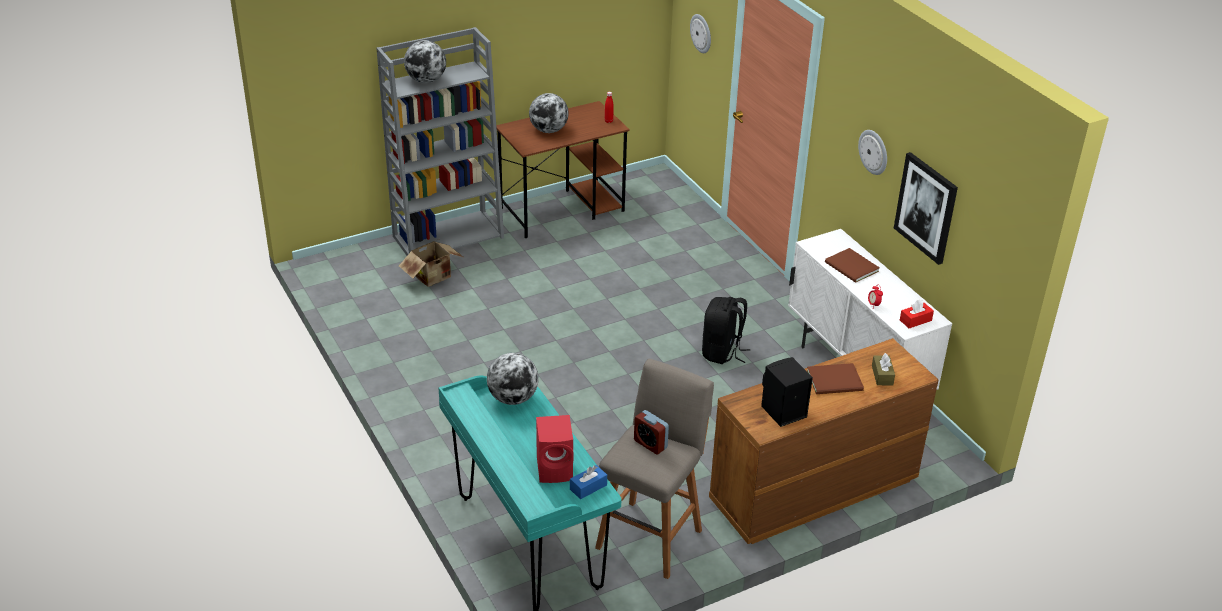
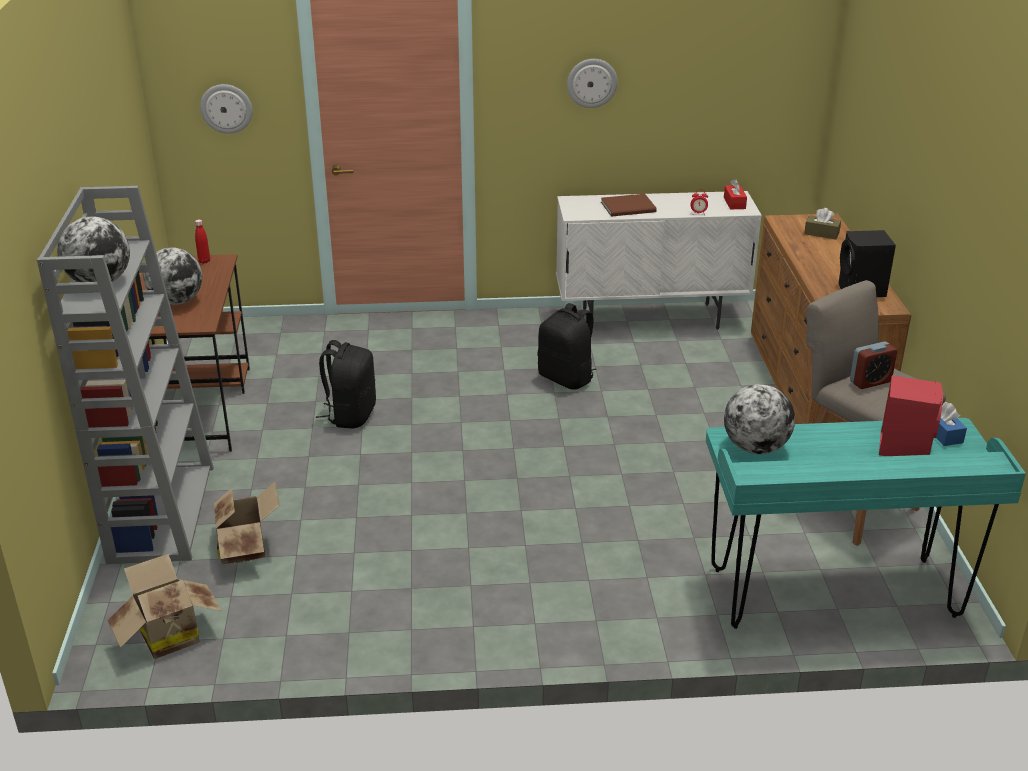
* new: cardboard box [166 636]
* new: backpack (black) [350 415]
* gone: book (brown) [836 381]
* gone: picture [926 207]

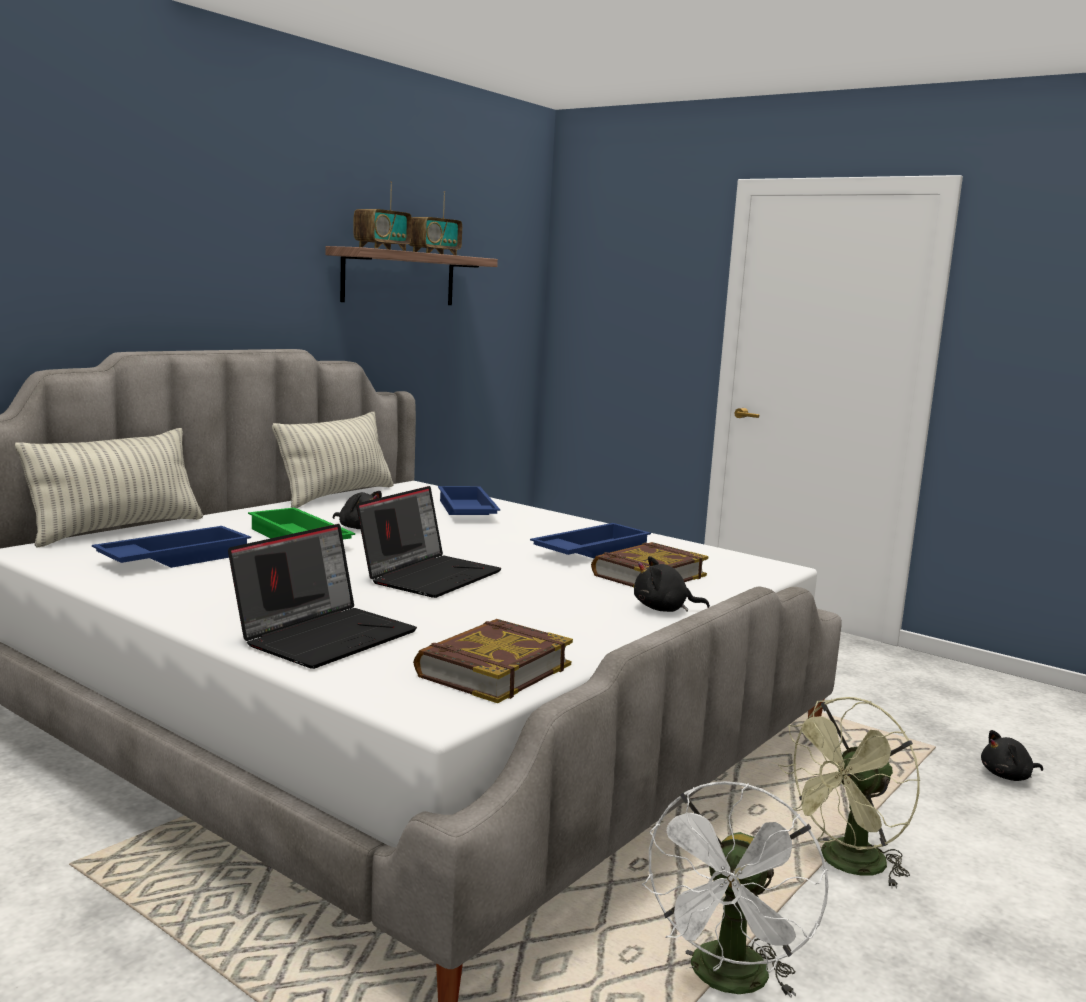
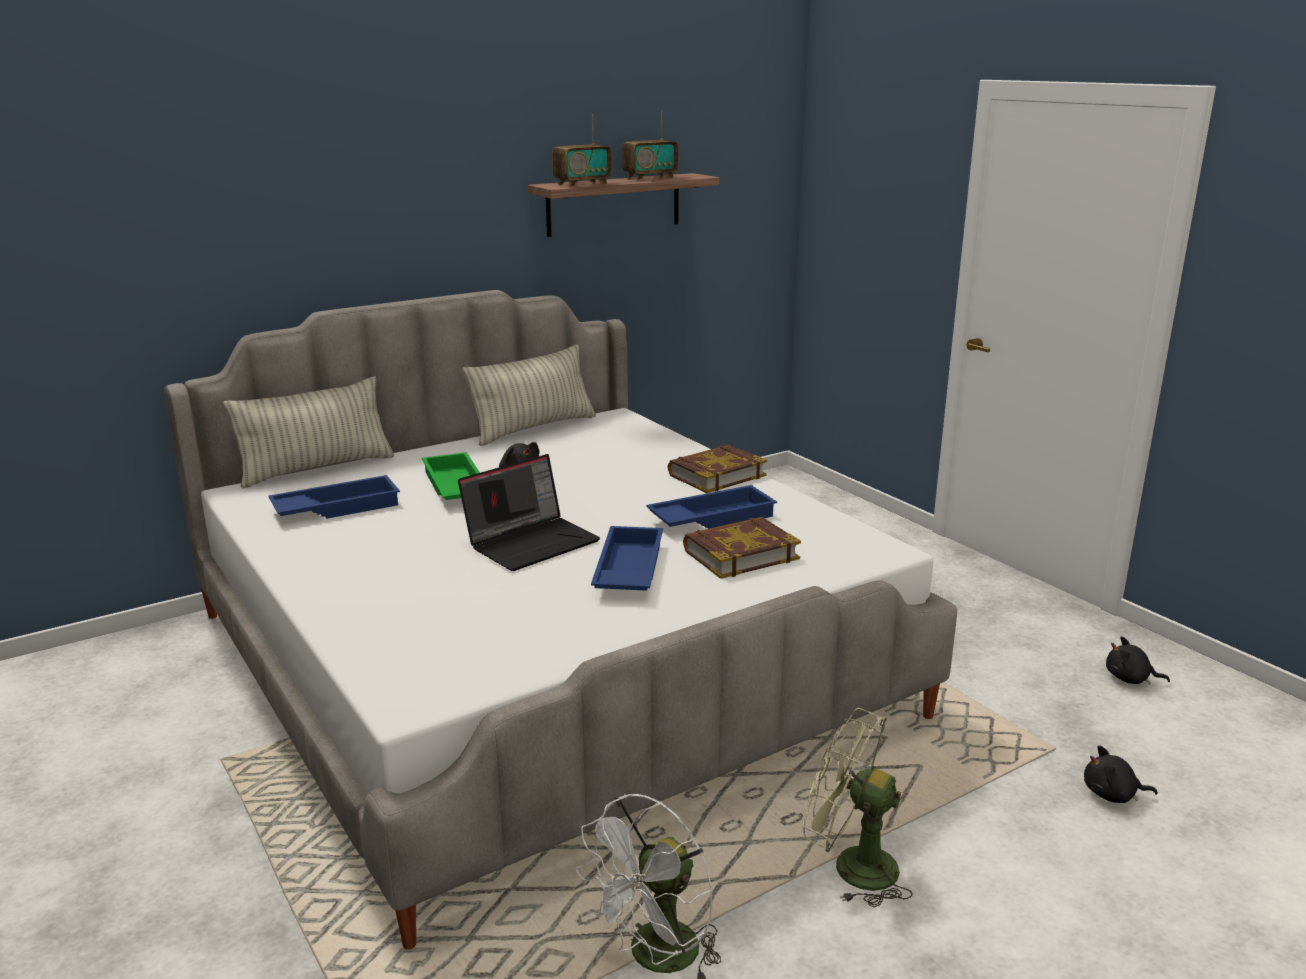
* shifted: tray (blue) [465 511] to [627 570]
* shifted: book [493 670] to [716 475]
* rotated: fan (green) [845 865] = [851 866] 45 degrees clockwise
* shifted: plush toy (black) [664 609] to [1130 679]
* gone: laptop [326 635]

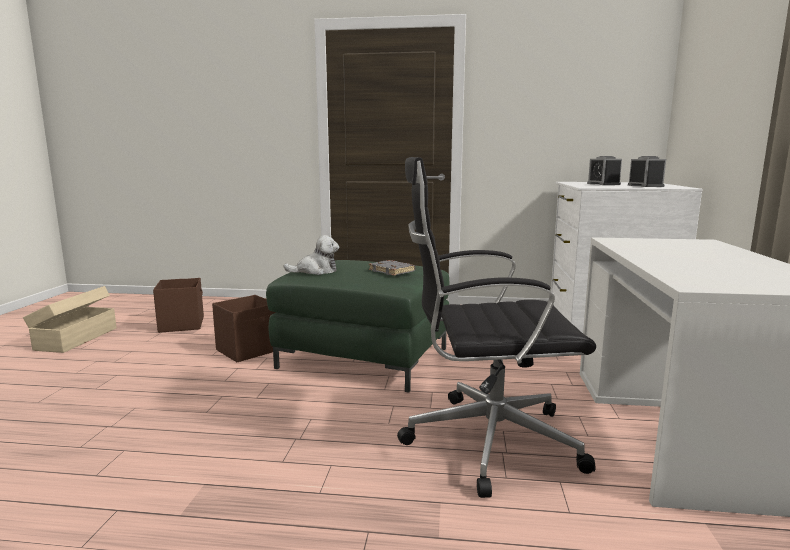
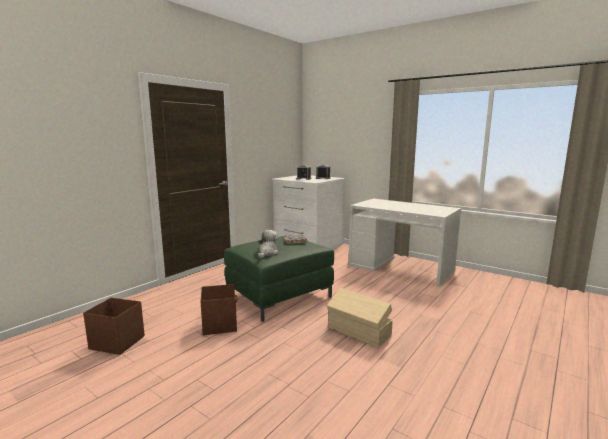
* shifted: storage box (beige) [75 339] to [359 332]
* gone: office chair (black) [486 441]

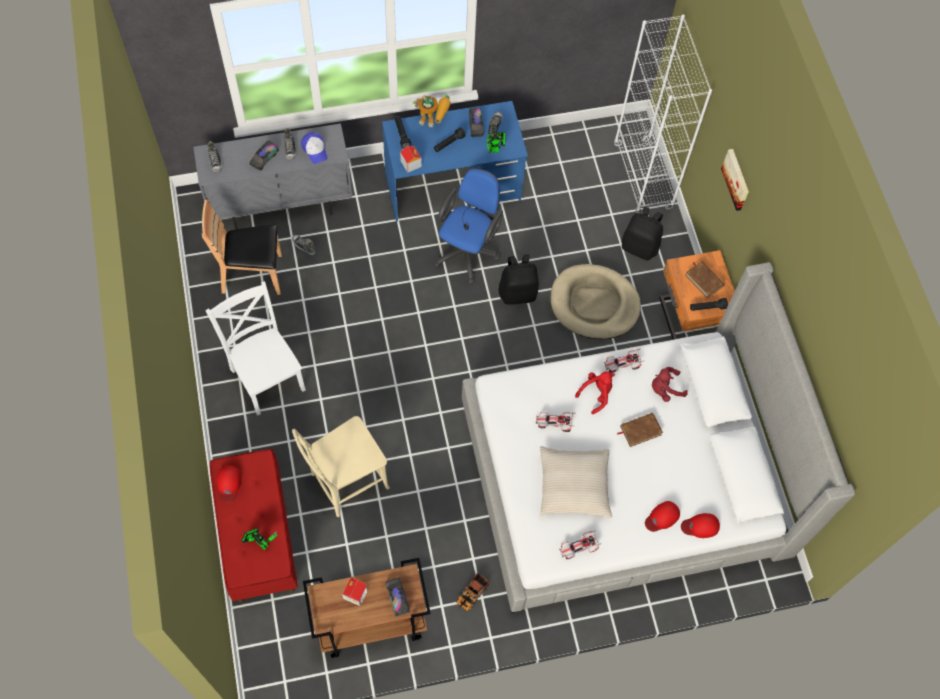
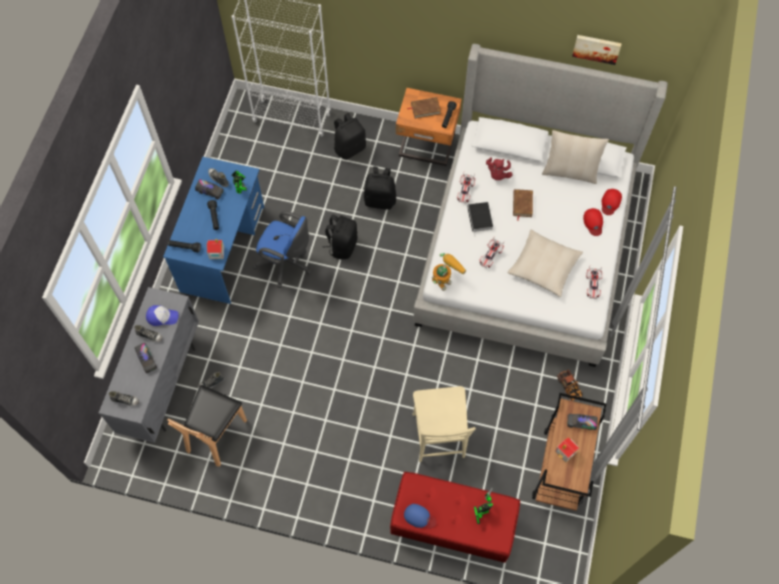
* rotated: office chair (blue) [468 251] = [286 264] 150 degrees clockwise
* swapped: dog bed (beige) [594 304] to backpack (black) [380 200]
* repainted: cap (red) [228 484] to cap (blue) [419 517]
* shifted: toy robot [433 121] to [445 278]
* swapped: plush toy (red) [596 394] to book [480 219]
* new: pillow (beige) [570 171]
* shifted: picture [737 179] to [596 48]
* gone: chair (white) [267 376]

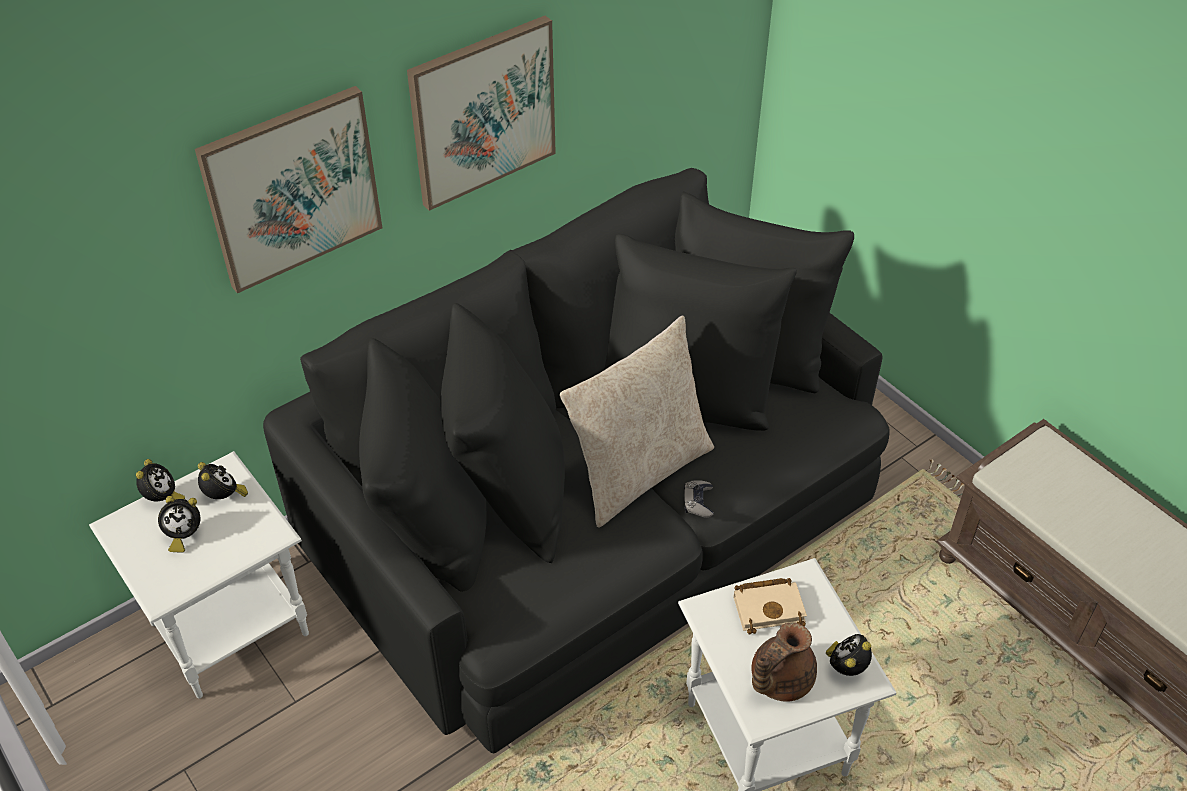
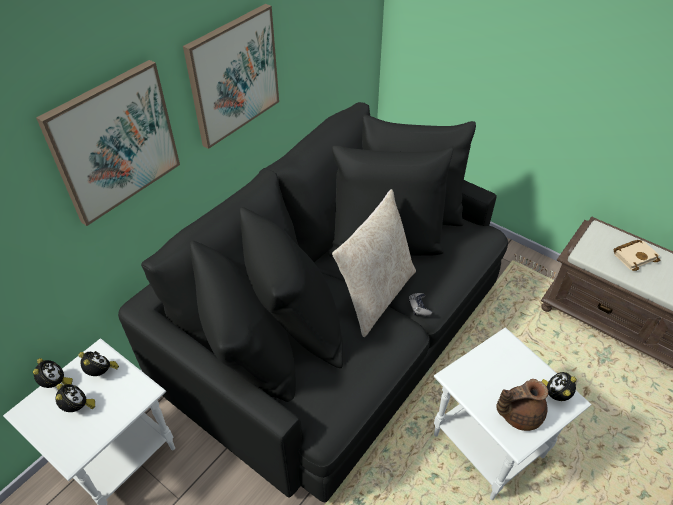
* rotated: alarm clock [183 535] = [78 407] 90 degrees counterclockwise
* rotated: teapot (brown) [778 680] = [518 414] 45 degrees clockwise
* shifted: book (beige) [770 607] to [634 256]

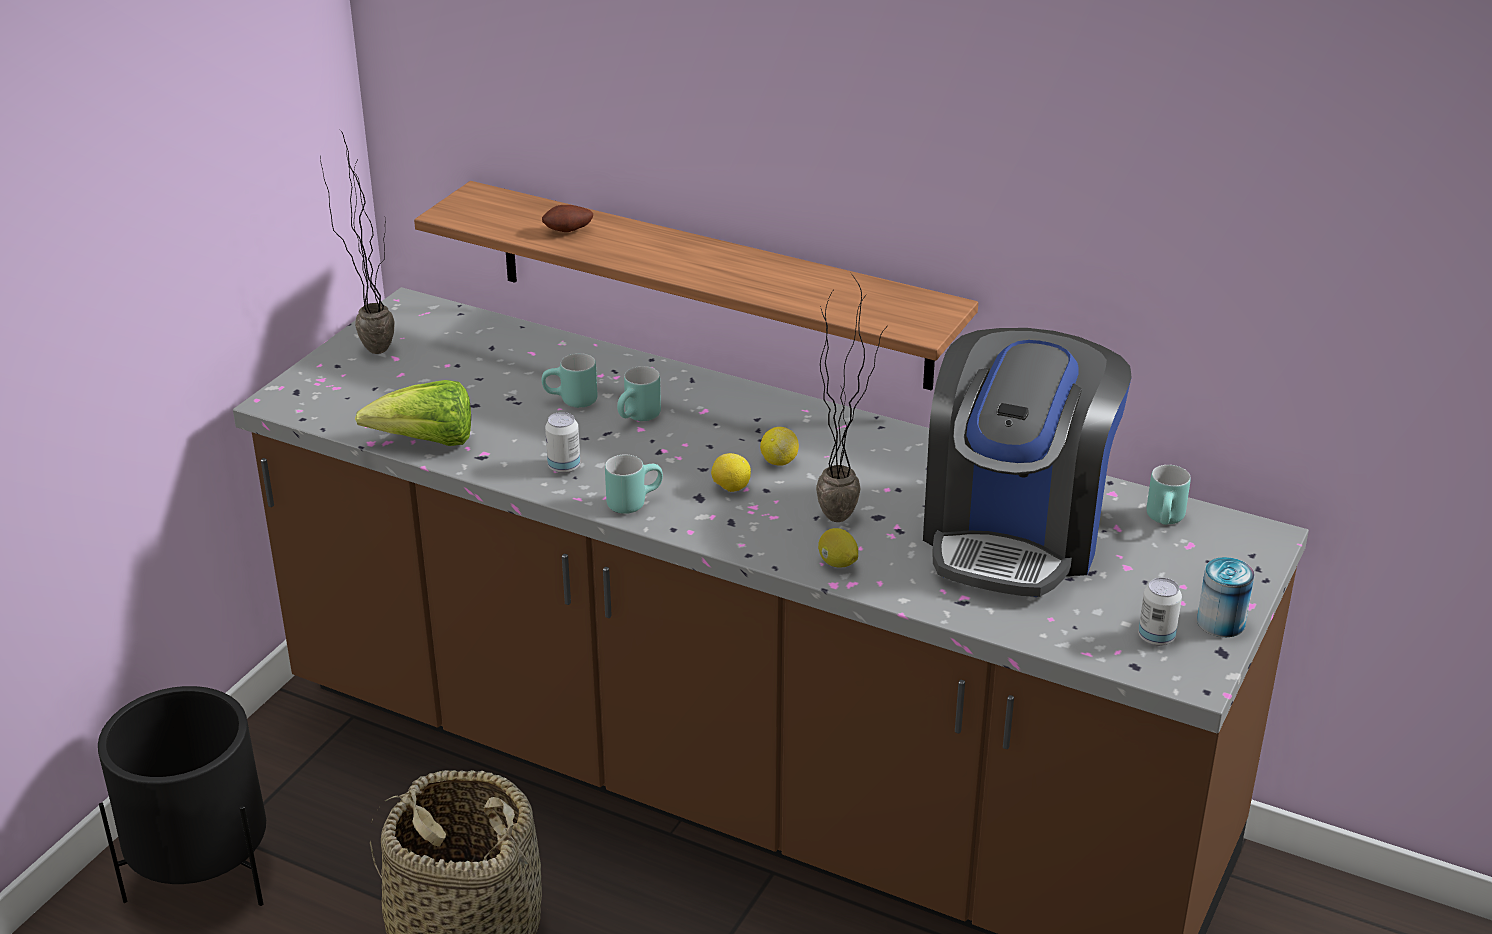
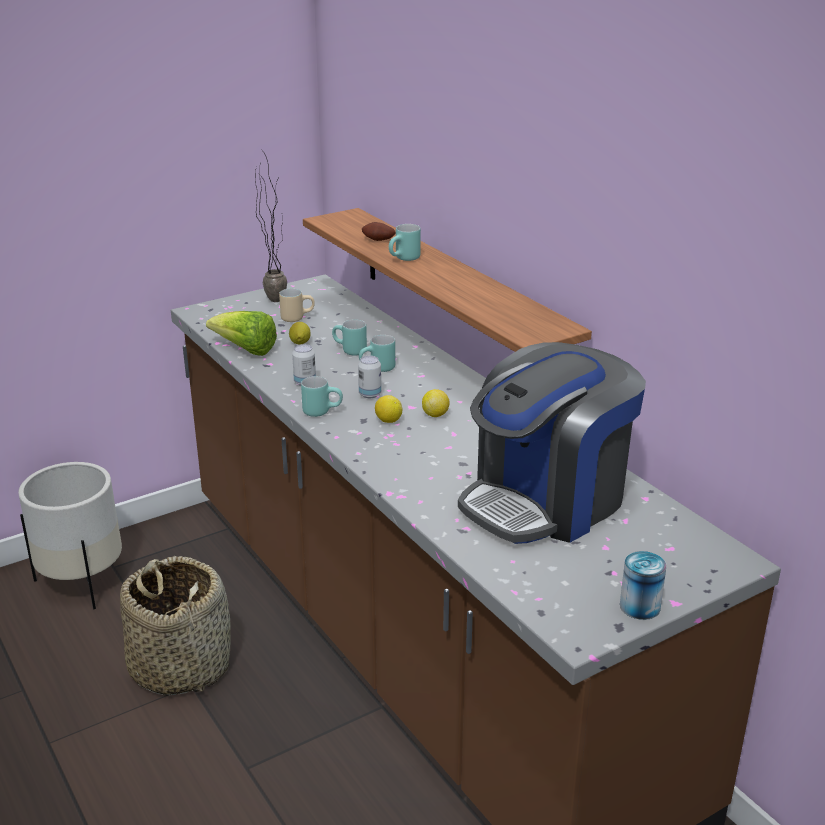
* repainted: planter (black) [203 874] to planter (white) [82 581]
* new: mug (beige) [297 317]
* shifted: lemon [838 564] to [300 343]
* shifted: can [1156 637] to [370 394]
* shifted: mug (turquoise) [1167 521] to [405 259]
* gone: potted plant [848 512]

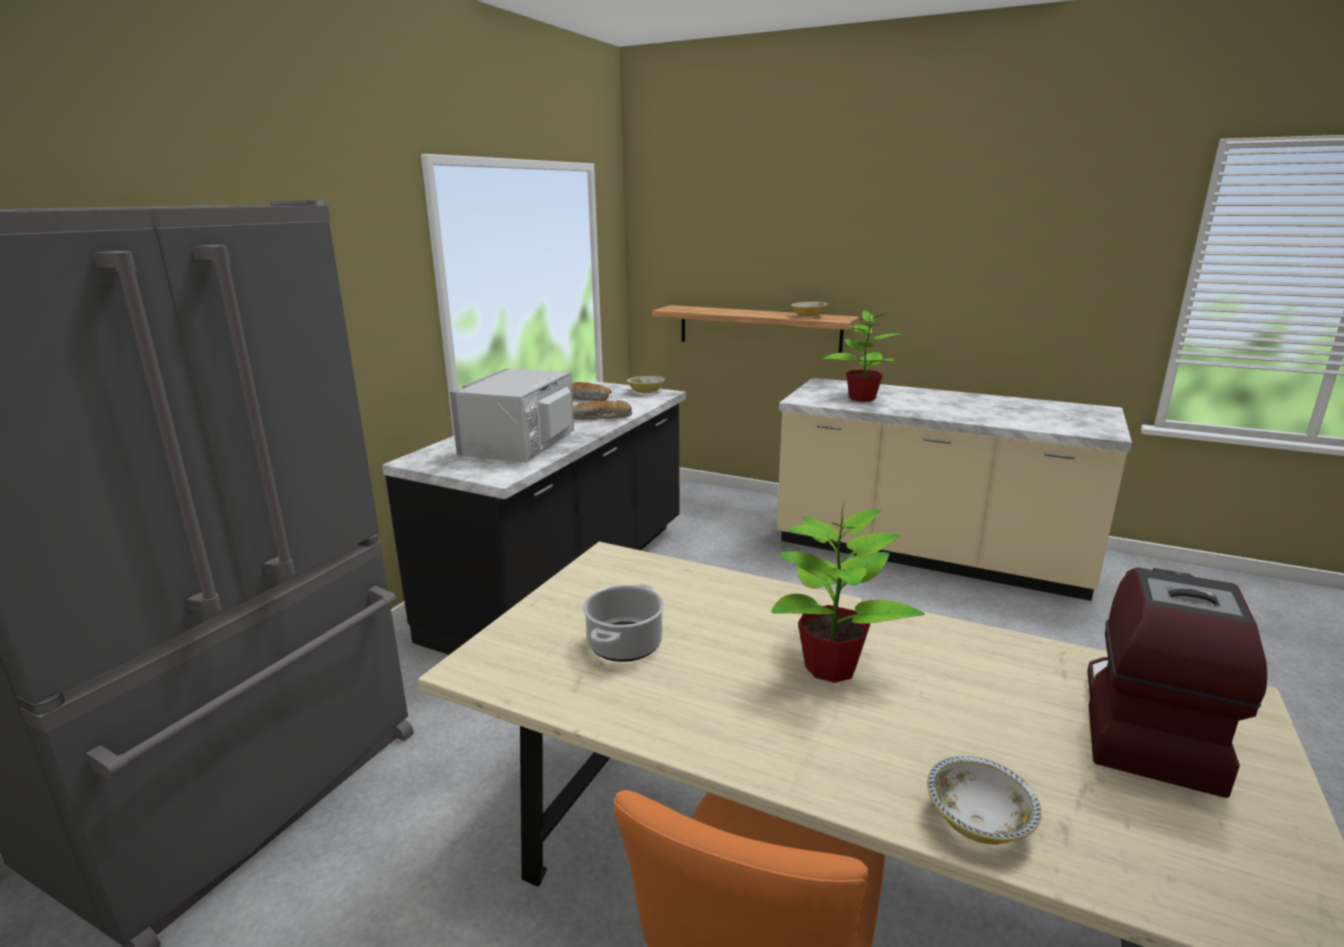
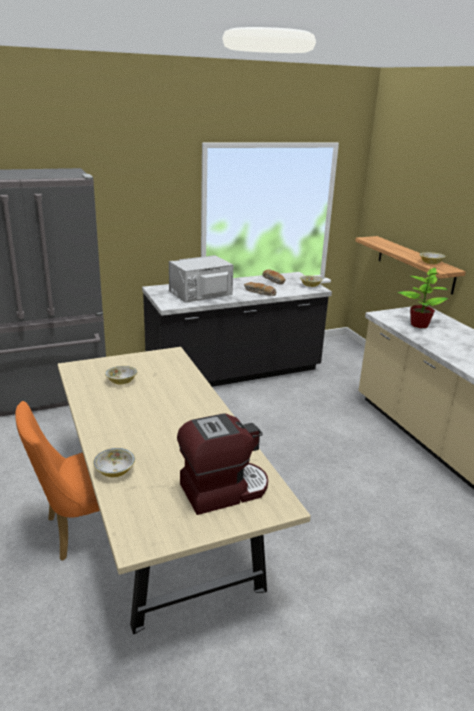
* swapped: cooking pot [625 645] to bowl [121 381]
* gone: potted plant [831 666]

